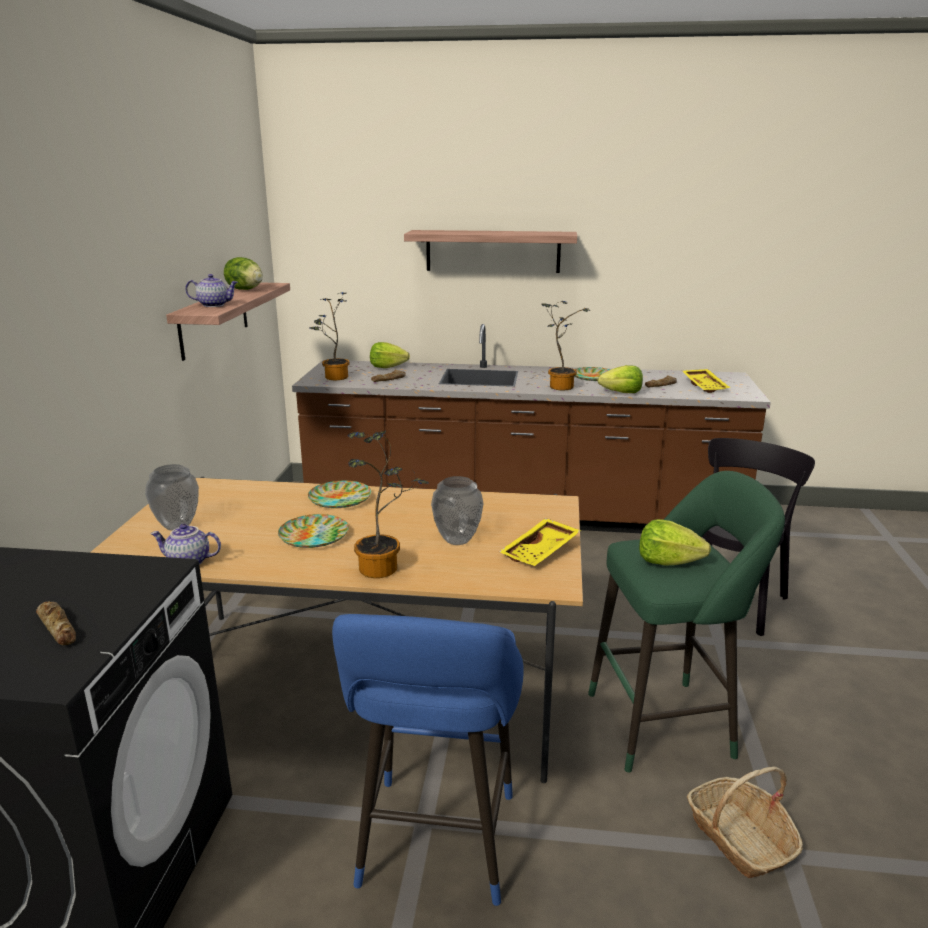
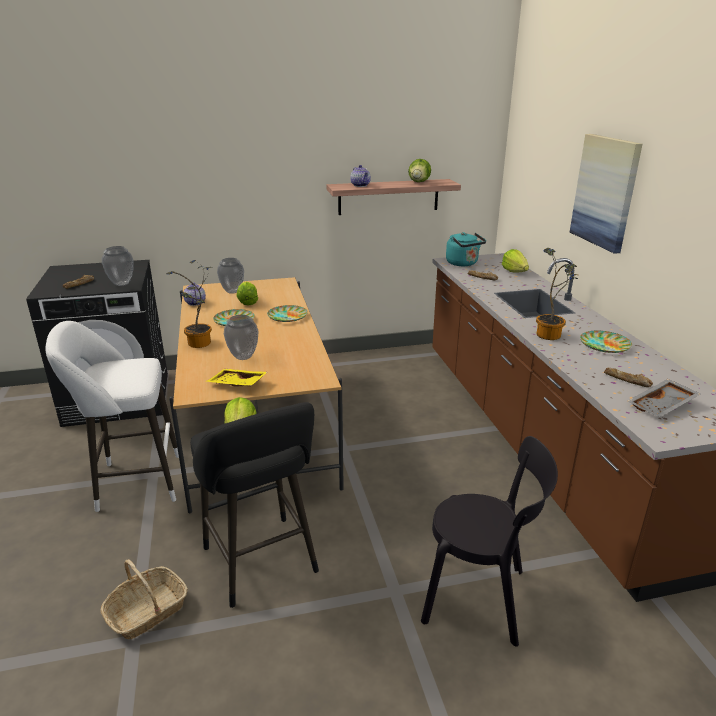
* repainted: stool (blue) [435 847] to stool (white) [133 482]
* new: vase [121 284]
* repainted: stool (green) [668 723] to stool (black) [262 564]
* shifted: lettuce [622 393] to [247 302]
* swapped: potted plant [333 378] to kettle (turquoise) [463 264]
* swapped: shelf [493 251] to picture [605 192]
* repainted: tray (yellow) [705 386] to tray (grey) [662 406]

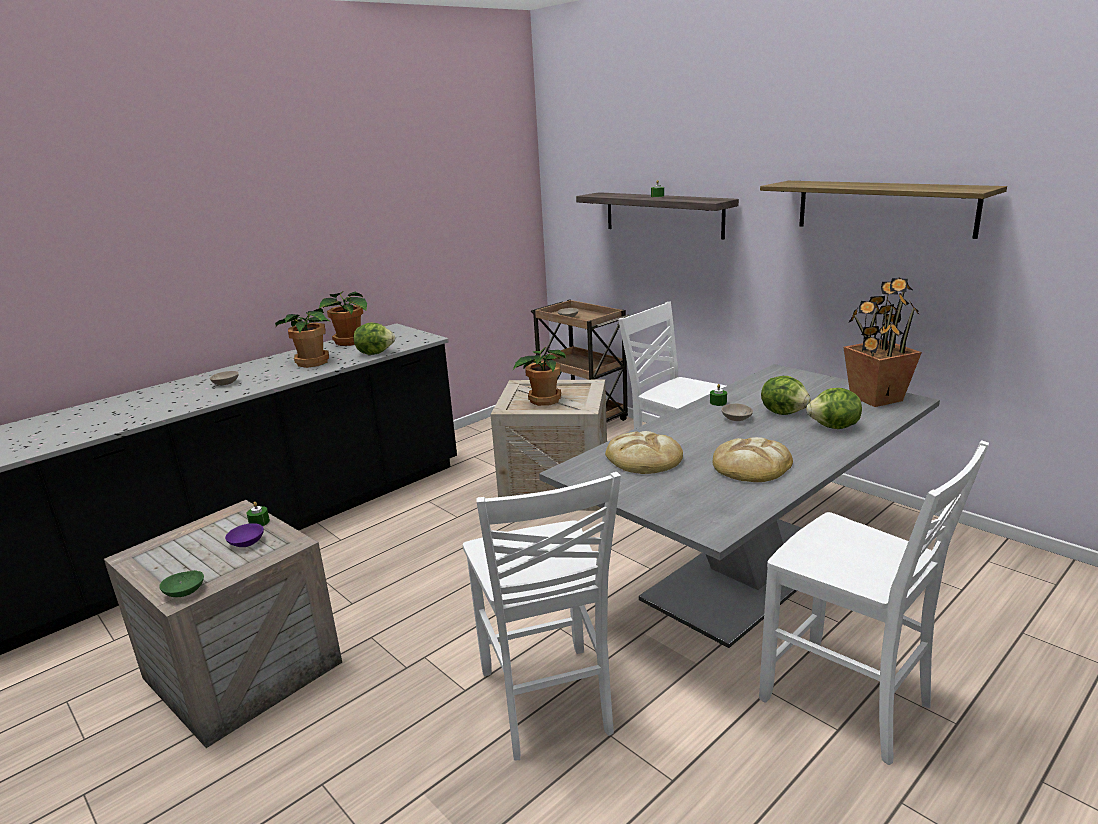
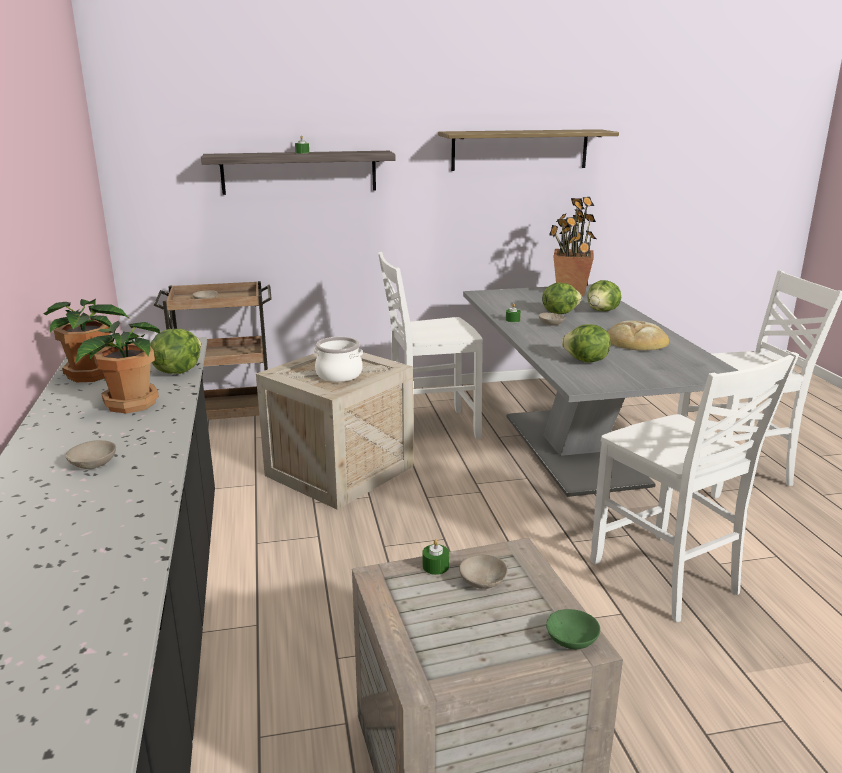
* swapped: potted plant [543 400] to cooking pot [339 374]
* repainted: bowl (purple) [248 542] to bowl (beige) [482 580]
* swapped: bread [644 458] to lettuce [585 361]
* rotated: chair (white) [547 703] = [666 578] 45 degrees clockwise

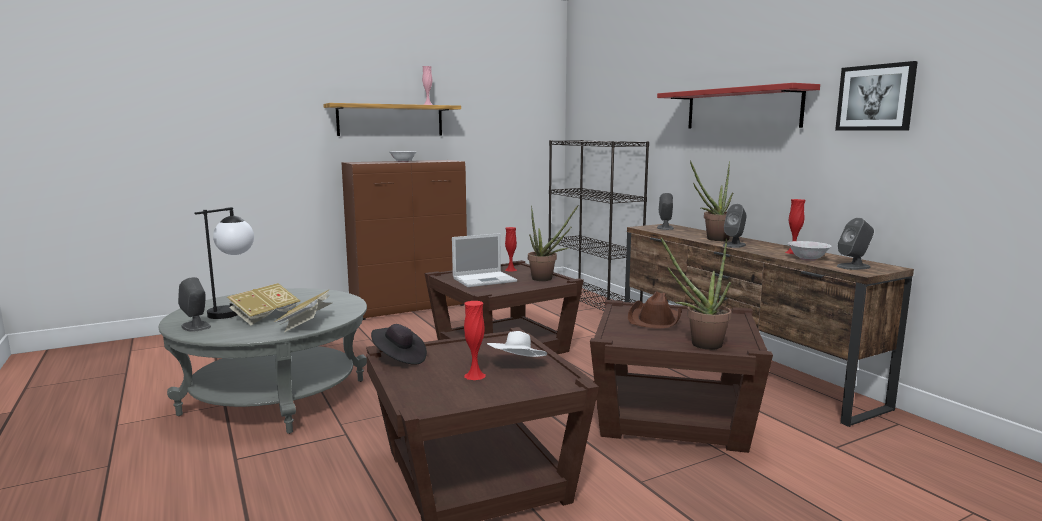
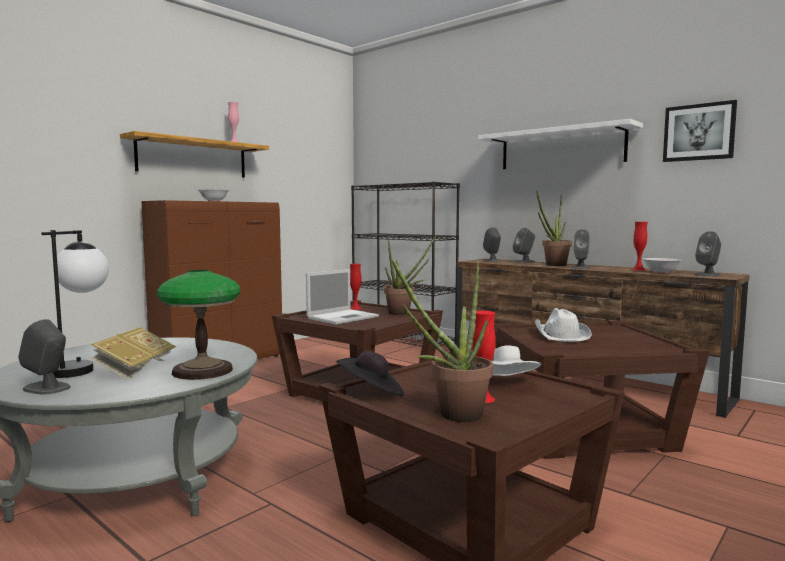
* swapped: book [306 324] to table lamp [203 371]
* shifted: potted plant [699 344] to [452 415]
* repainted: shelf (red) [741 109] to shelf (white) [561 148]
* new: speaker (grey) [524 261]
* repainted: hat (brown) [655 319] to hat (white) [560 335]

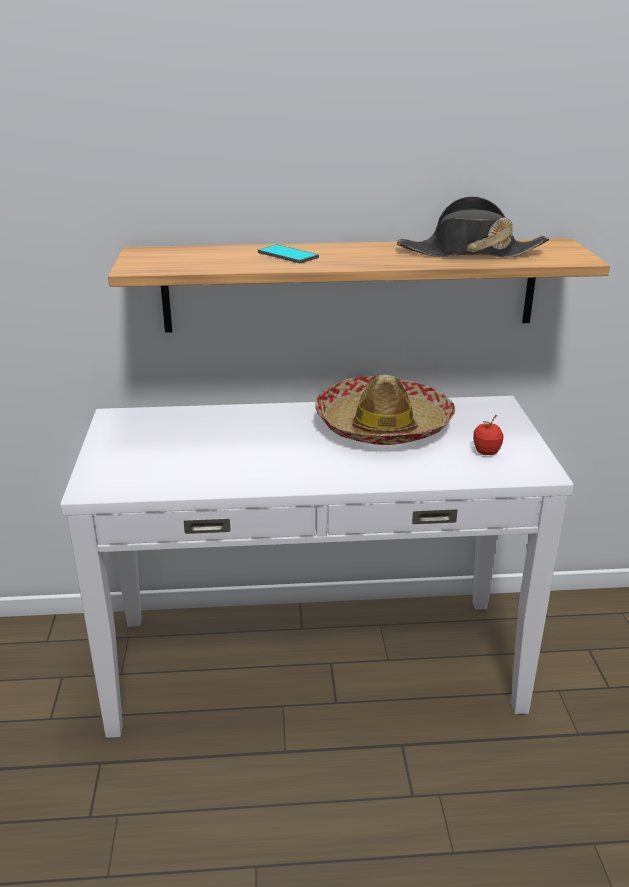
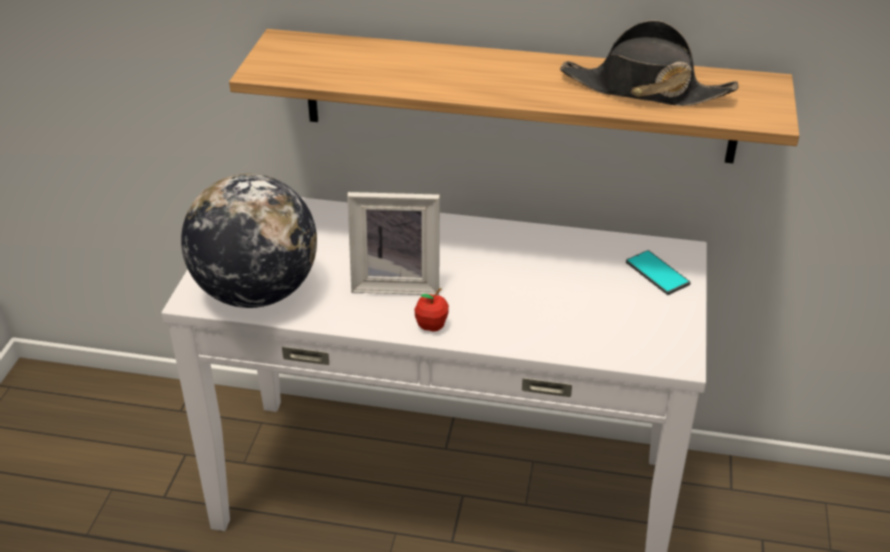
* new: globe [256 293]
* new: picture frame [396 282]
* shifted: apple [486 452] to [431 326]
* shifted: phone [288 255] to [657 273]
* gone: hat [383 426]

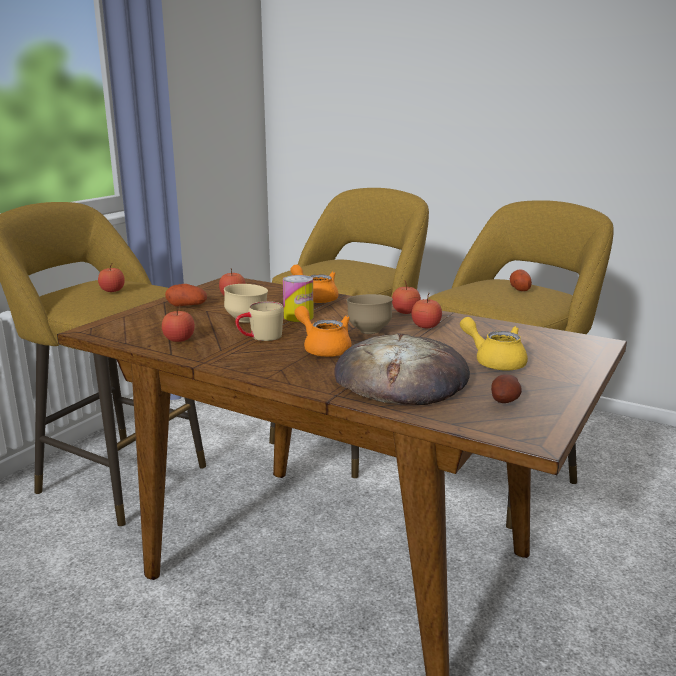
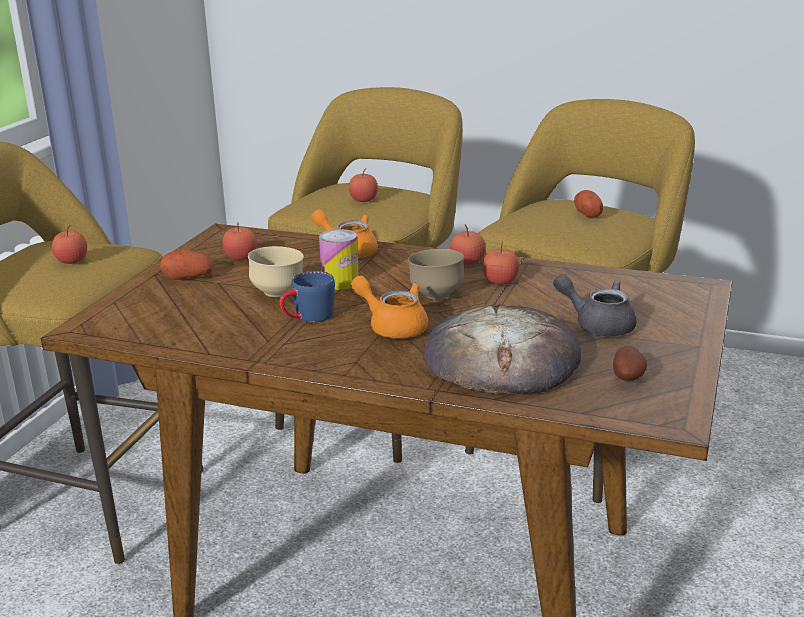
* repainted: mug (beige) [260 337] to mug (blue) [307 317]
* shifted: apple [179 339] to [363 200]
* repainted: teapot (yellow) [494 361] to teapot (grey) [597 324]

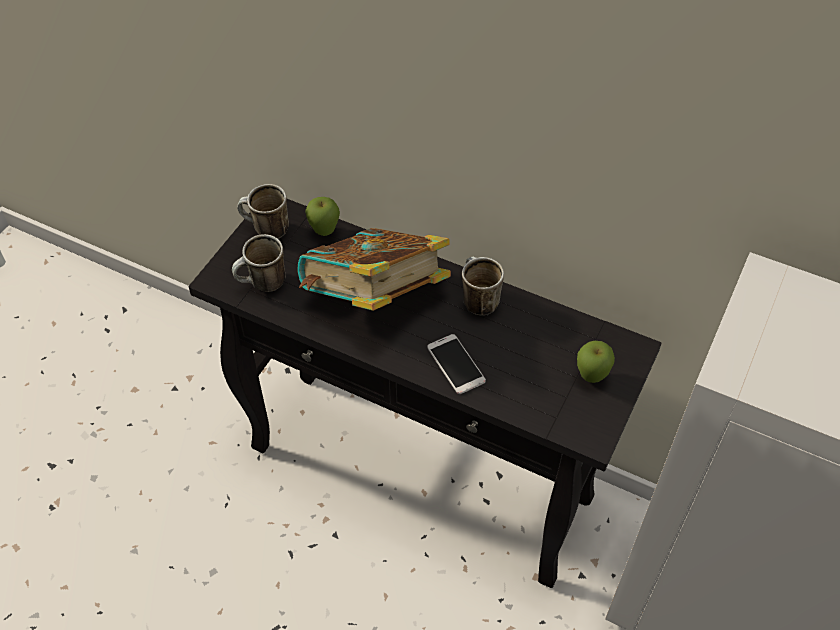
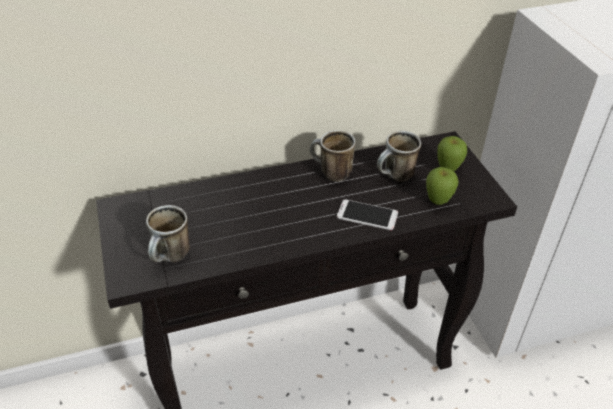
* shifted: mug [266 231] to [395 177]
* shifted: apple [324 232] to [438 202]
* gone: book [375 299]

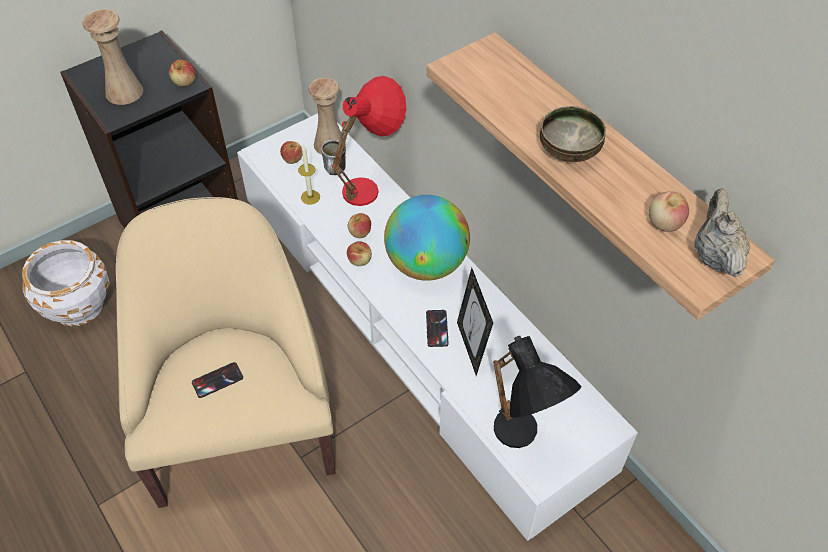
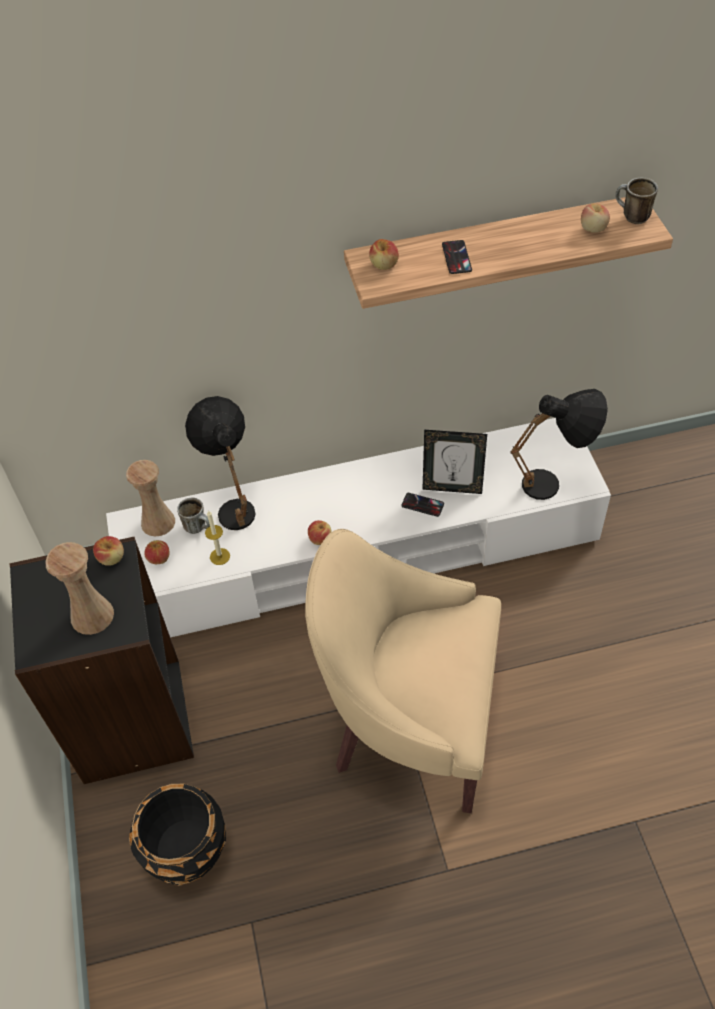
* repainted: planter (white) [78 305] to planter (black) [186 849]
* repainted: table lamp (red) [372 186] to table lamp (black) [234 504]
* shifted: apple [360 232] to [384 264]
* shifted: phone [217 380] to [456 257]
* swapped: teapot (beige) [714 256] to mug [631 217]
* gone: globe [426 264]
* gone: bowl [570 151]

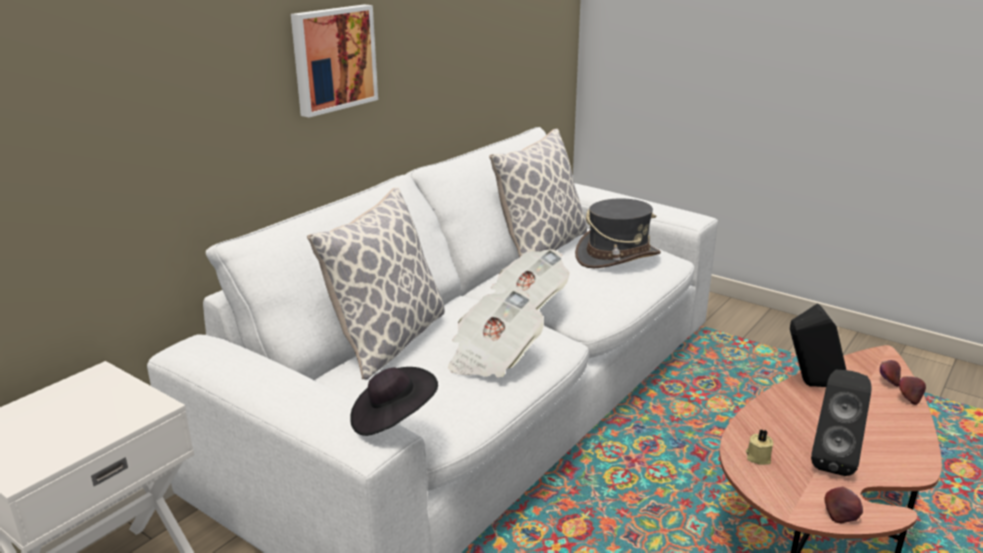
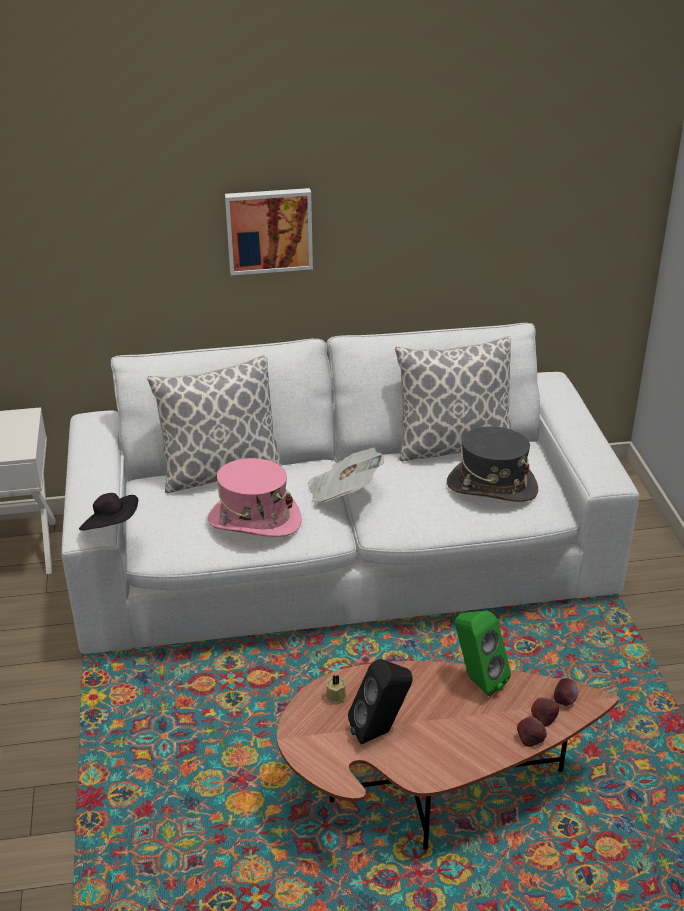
* swapped: newspaper [492 357] to hat (pink) [254 520]
* repainted: speaker (black) [811 385] to speaker (green) [477 680]
* shifted: apple [841 516] to [564 700]

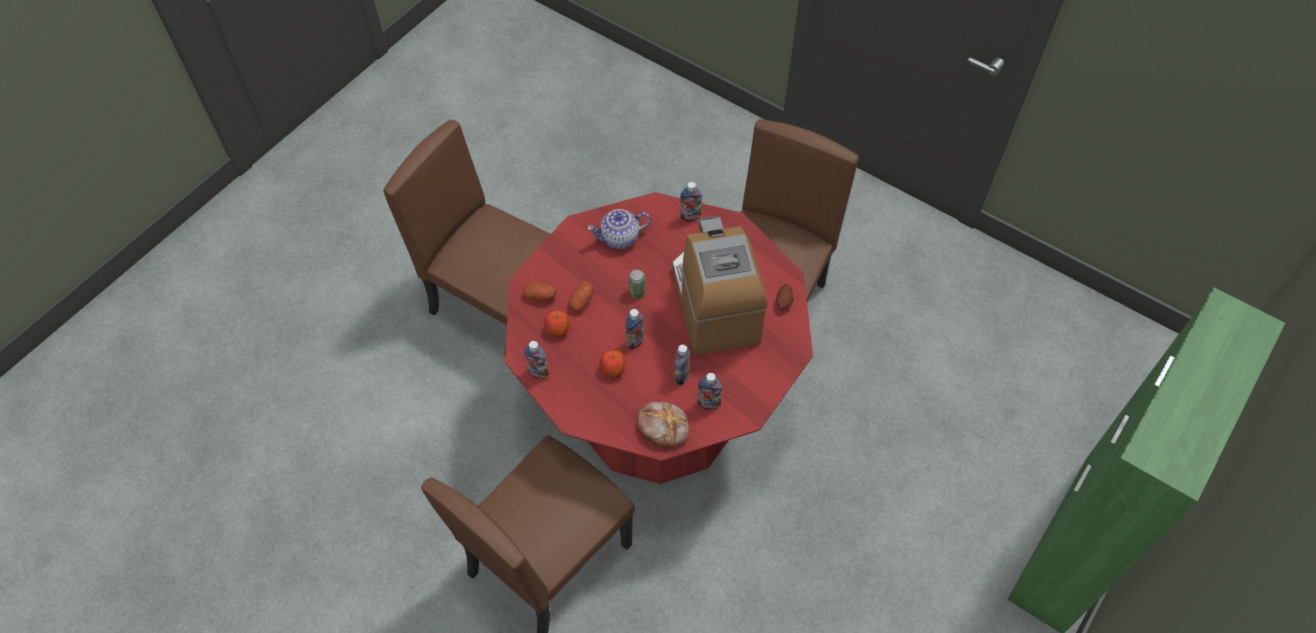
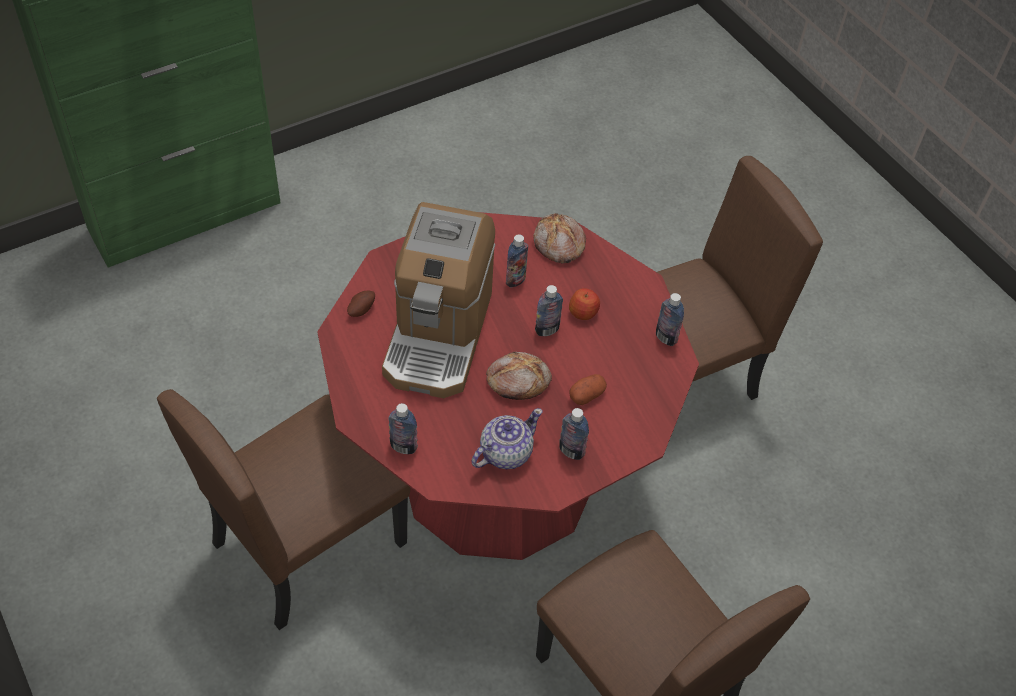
* rotated: teapot [620 238] = [505 453] 45 degrees counterclockwise
* swapped: can [637 292] to bread [517 381]
* shifted: bottle [708 404] to [571 451]
* gone: potato [540 296]
* gone: apple [558 329]

